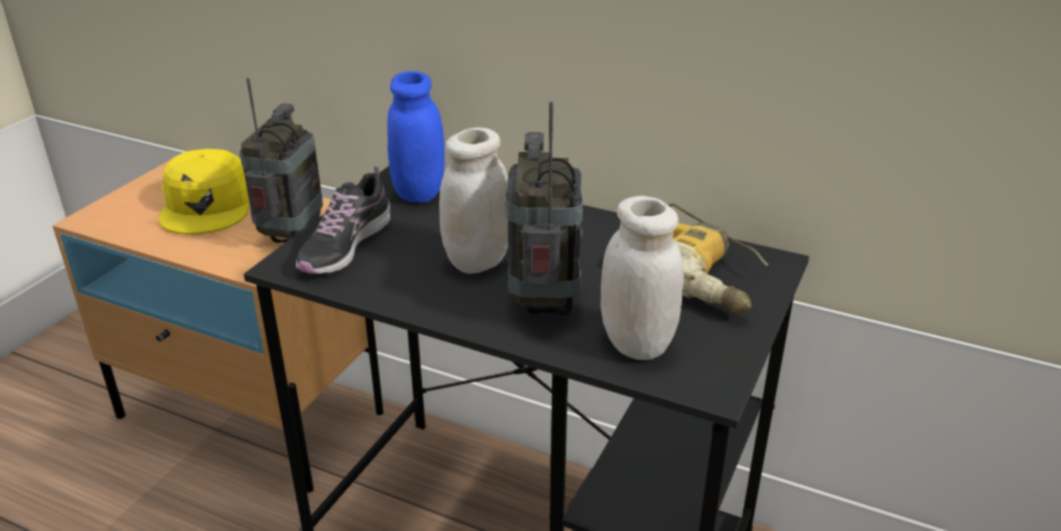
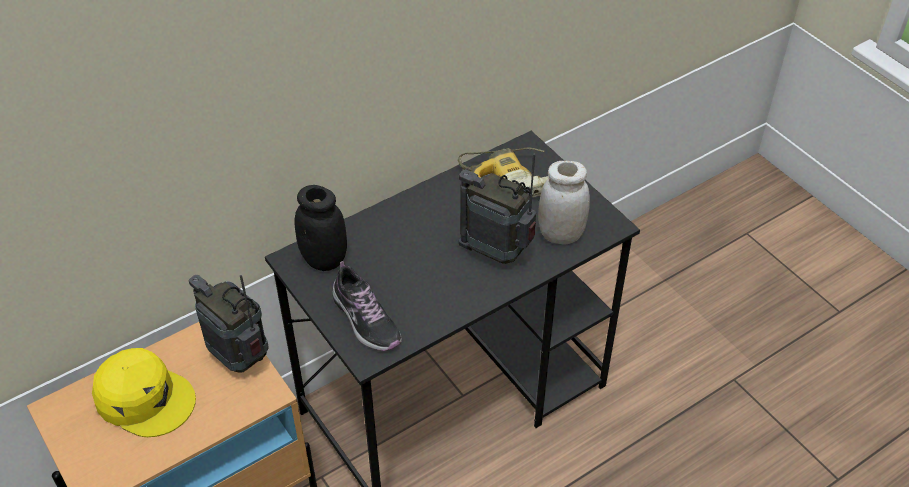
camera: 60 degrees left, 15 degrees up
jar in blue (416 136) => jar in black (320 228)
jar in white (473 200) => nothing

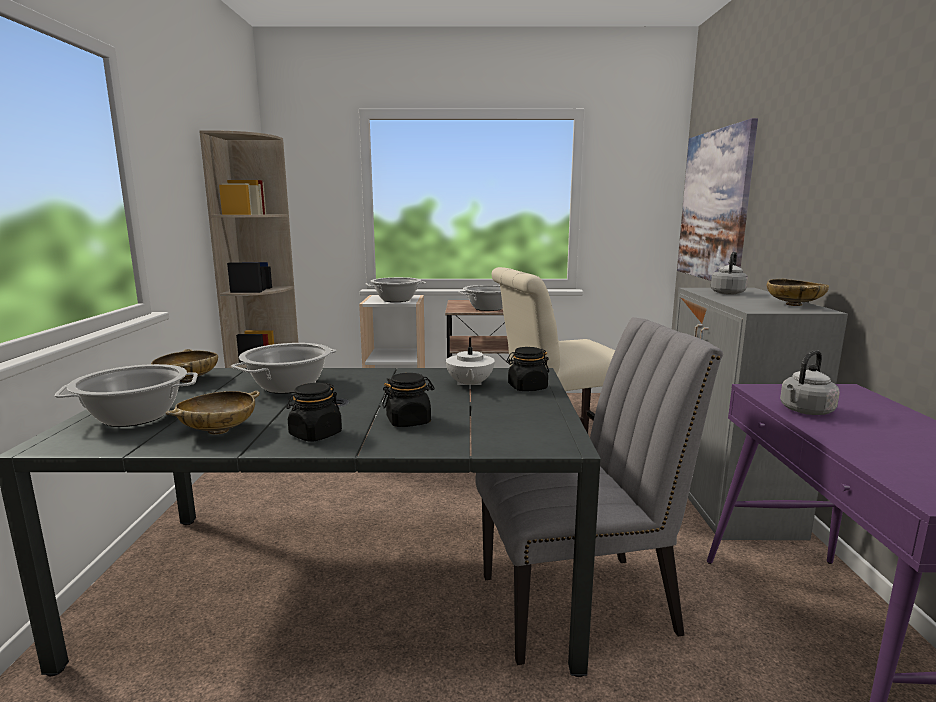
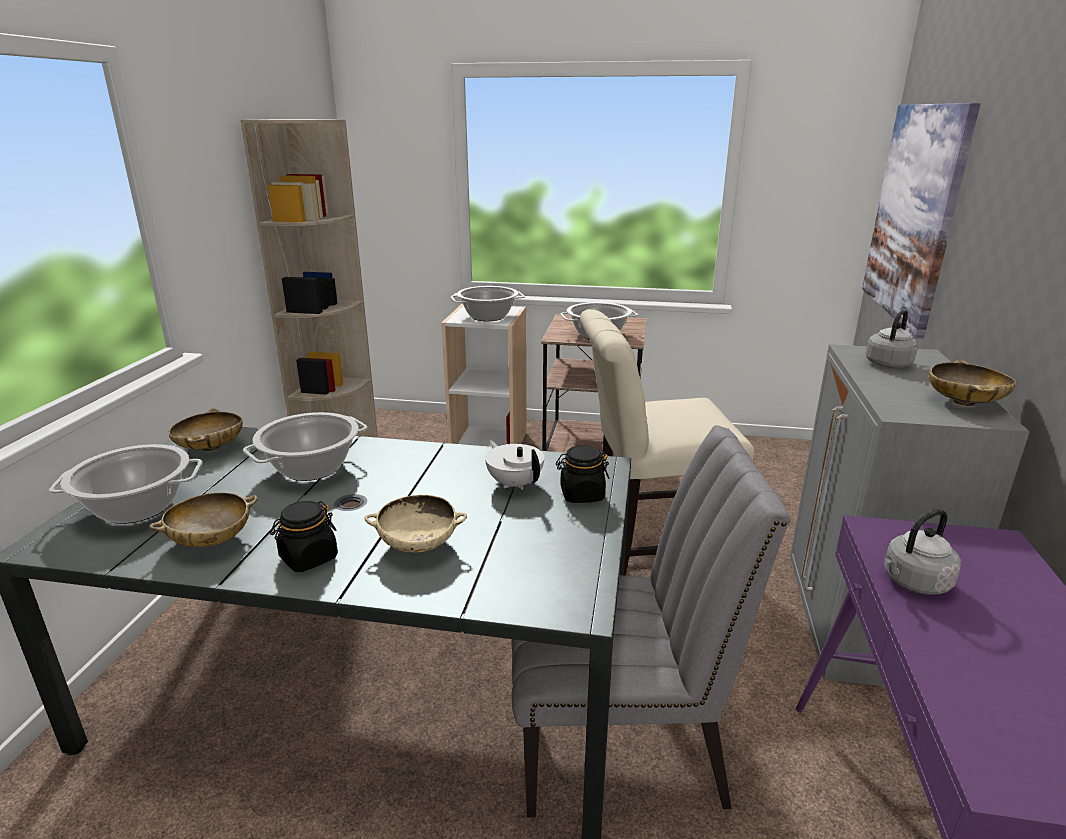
camera: 10 degrees right, 10 degrees up
jar in black (408 400) => bowl in beige (416 523)
teapot in white (470 363) => teapot in white (514 465), 135 degrees clockwise

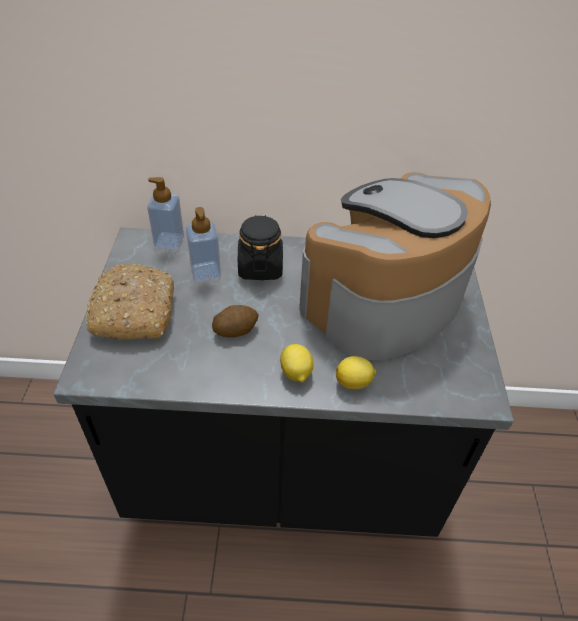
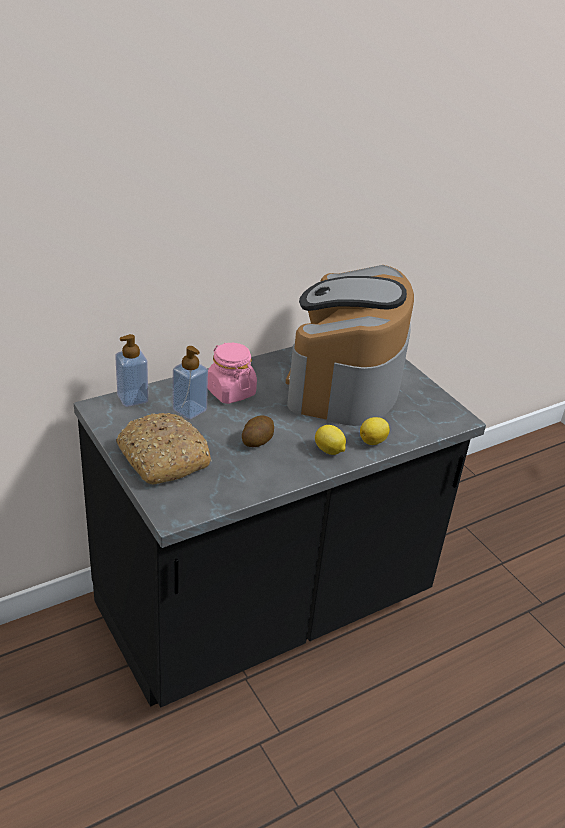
camera: 35 degrees left, 10 degrees down
jar in black (260 247) => jar in pink (232 373)

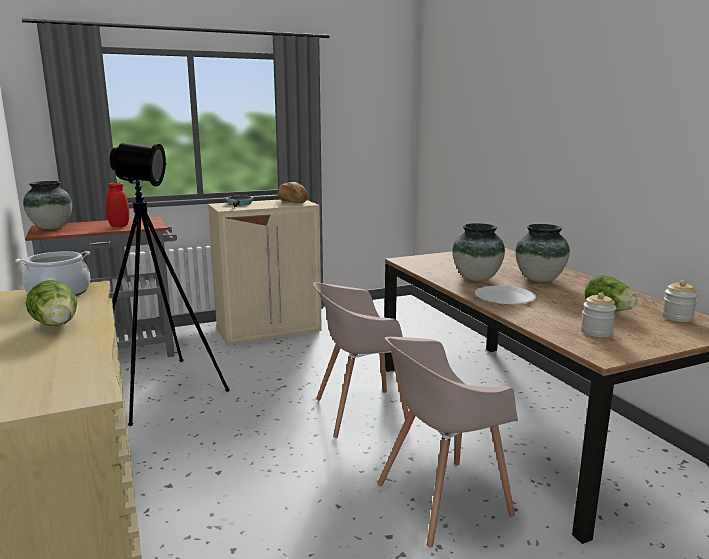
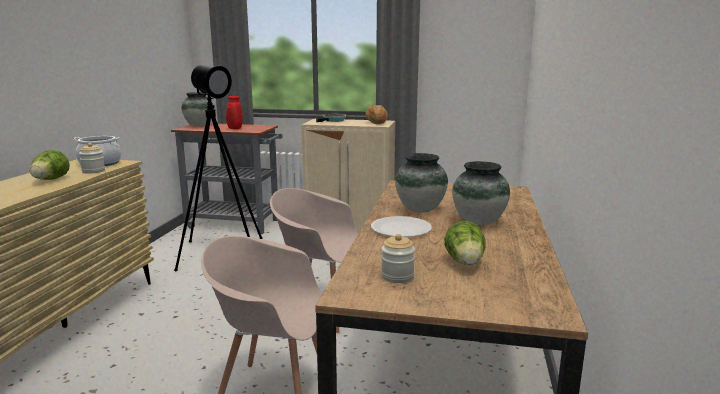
camera: 35 degrees right, 0 degrees up
jar (680 301) => jar (92 158), relocated

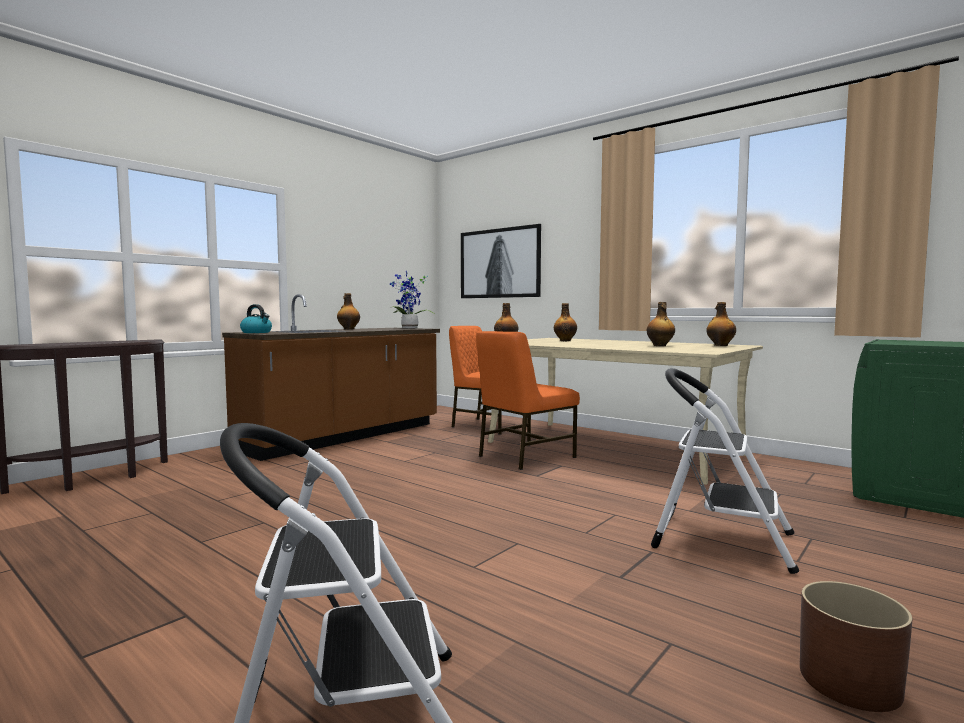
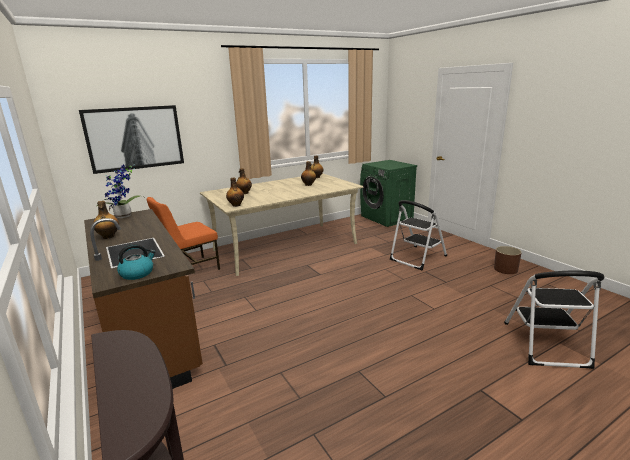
camera: 70 degrees left, 15 degrees up
chair in orange (528 400) => nothing

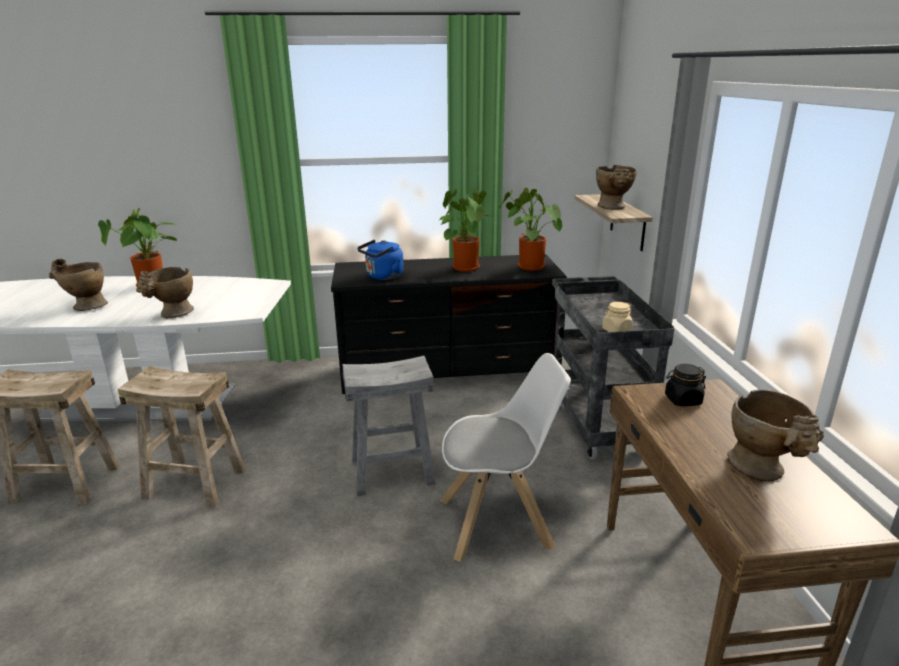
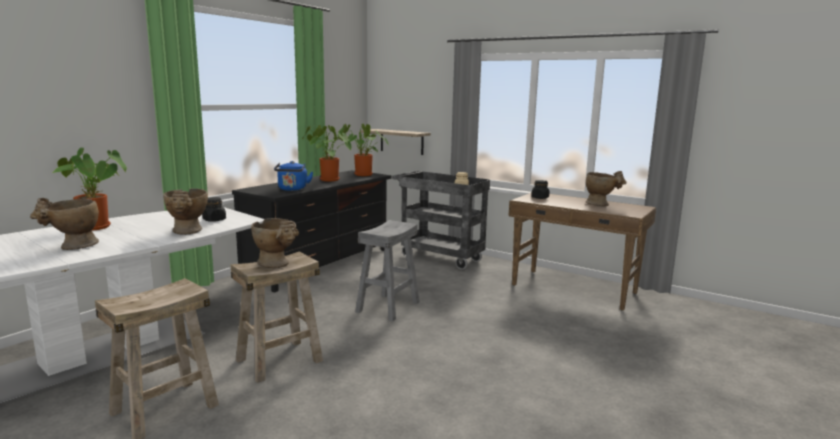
camera: 50 degrees left, 10 degrees down
chair (505 457) => nothing
vase in beige (616 187) => vase in beige (275 243), relocated
nothing => jar in black (214 209)

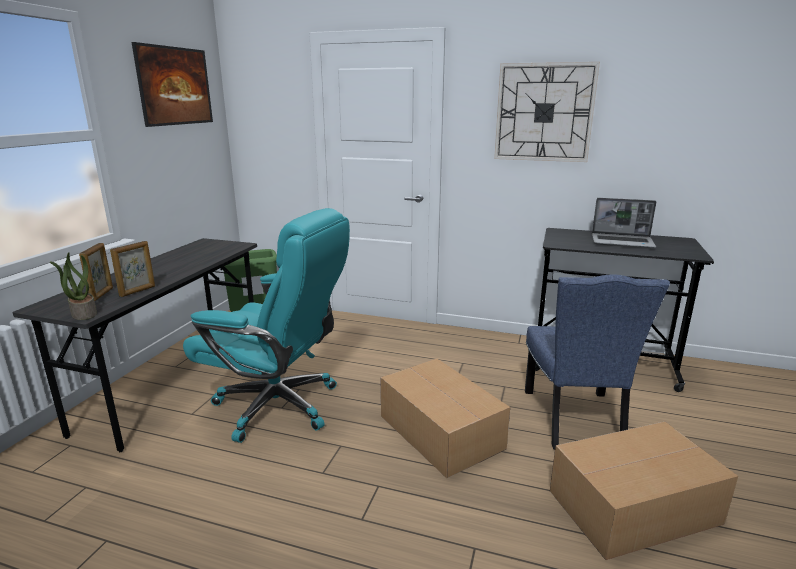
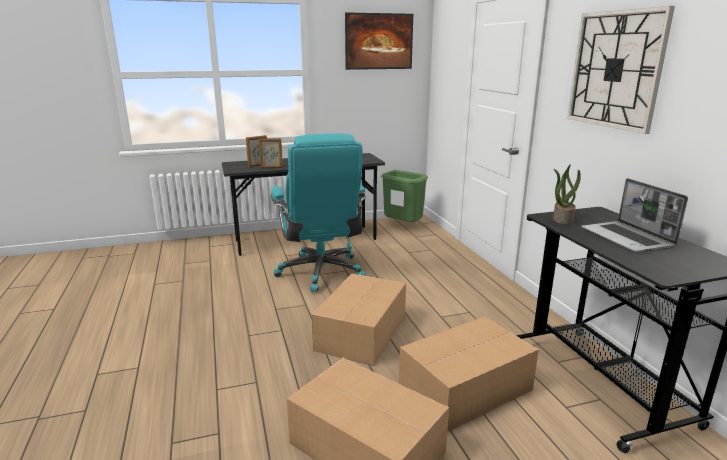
camera: 55 degrees right, 0 degrees up
potted plant (73 286) => potted plant (567 194), relocated
chair in blue (597 361) => cardboard box (469 374)

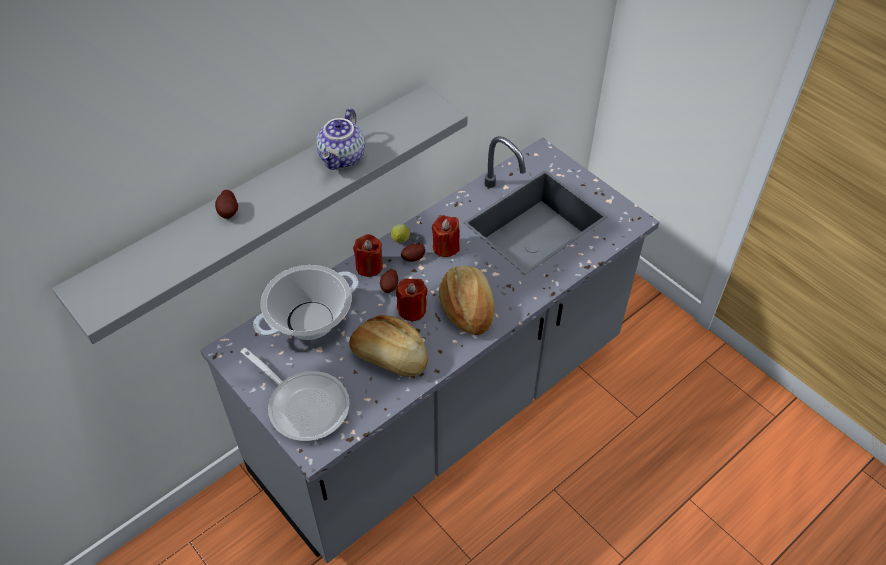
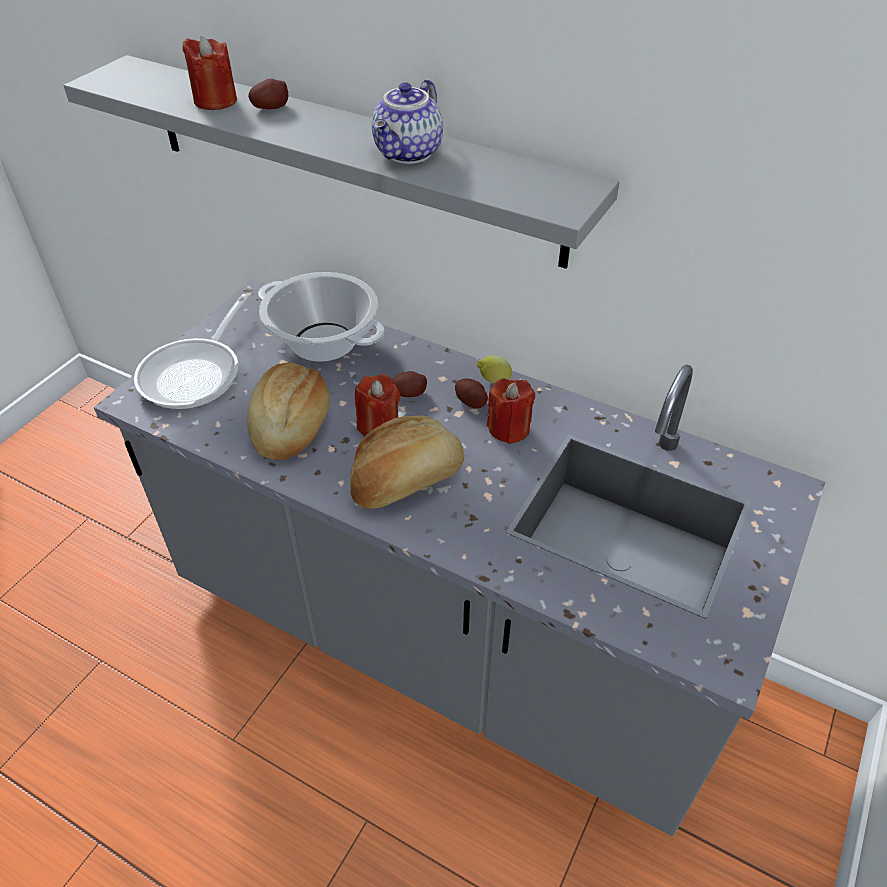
camera: 70 degrees right, 5 degrees down
teapot (340 139) => teapot (407 121), 60 degrees counterclockwise
candle in red (368 255) => candle in red (209 73), relocated

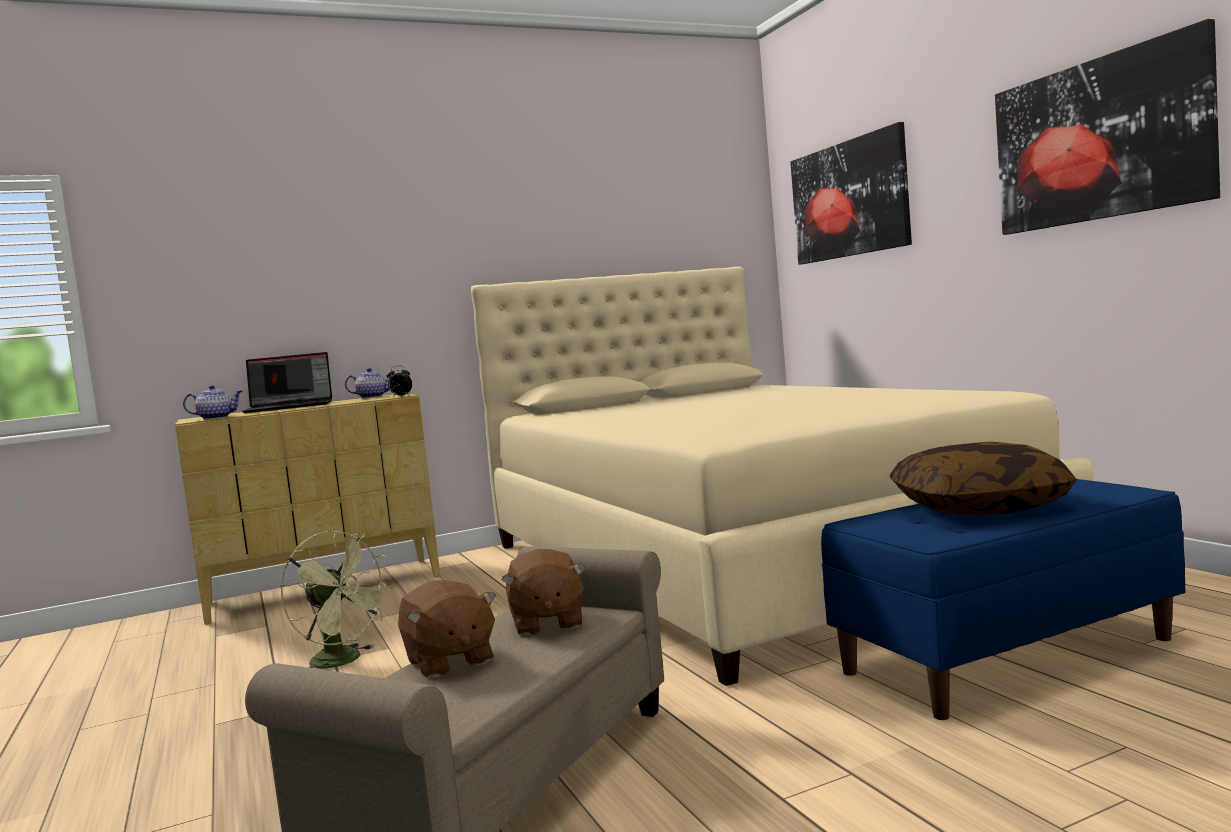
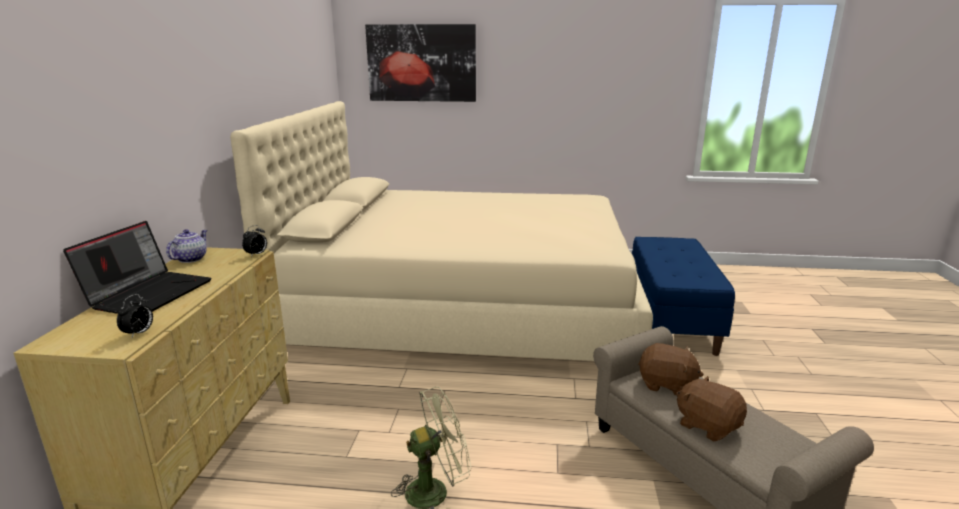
camera: 60 degrees left, 15 degrees up
teapot (212 402) => alarm clock (135 316)
plush toy in brown (447 629) => plush toy in brown (711 409), 135 degrees counterclockwise
pillow (983 478) => nothing
picture (1107 127) => nothing

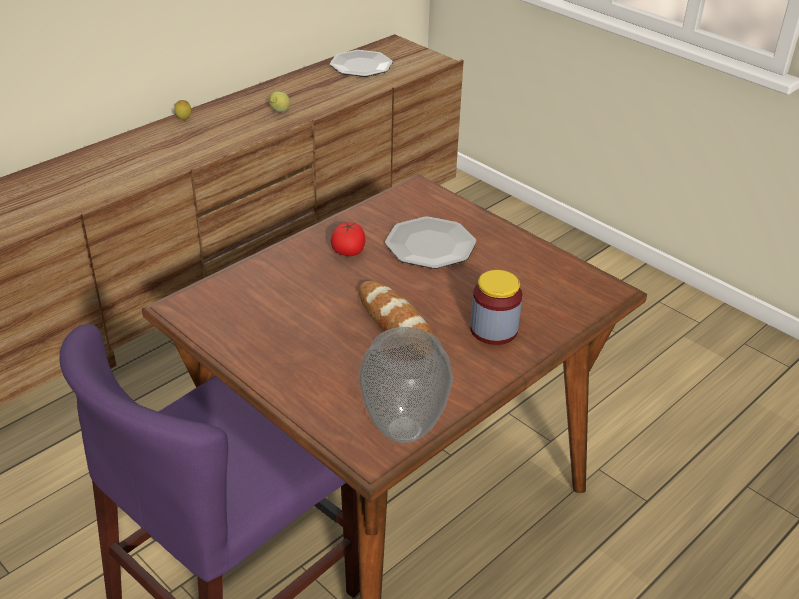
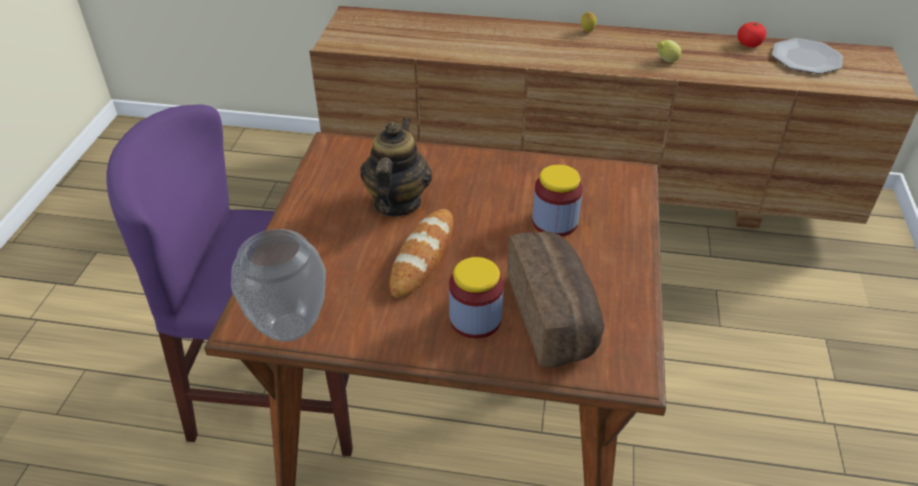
camera: 55 degrees right, 5 degrees up
tomato (348 239) => tomato (751 35), relocated
plate (430 243) => jar (557 200)
nothing => teapot (396 167)
nothing => bread (556 299)

